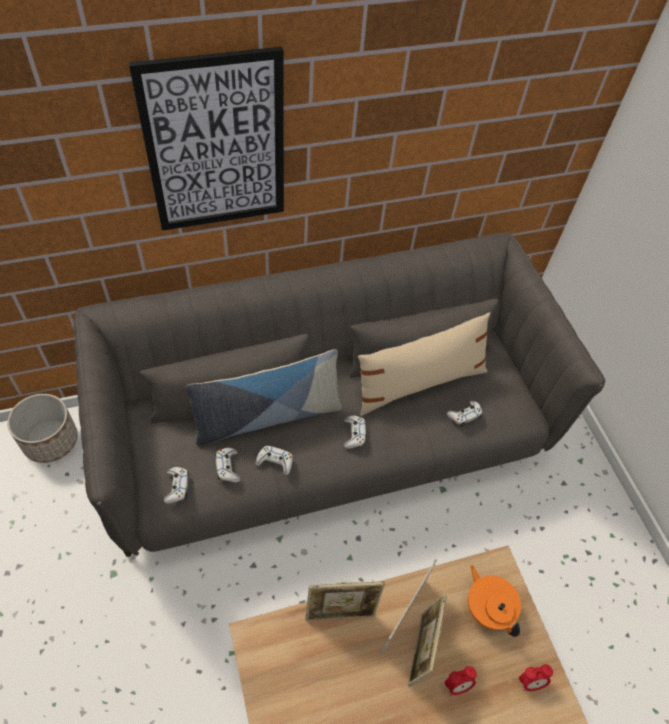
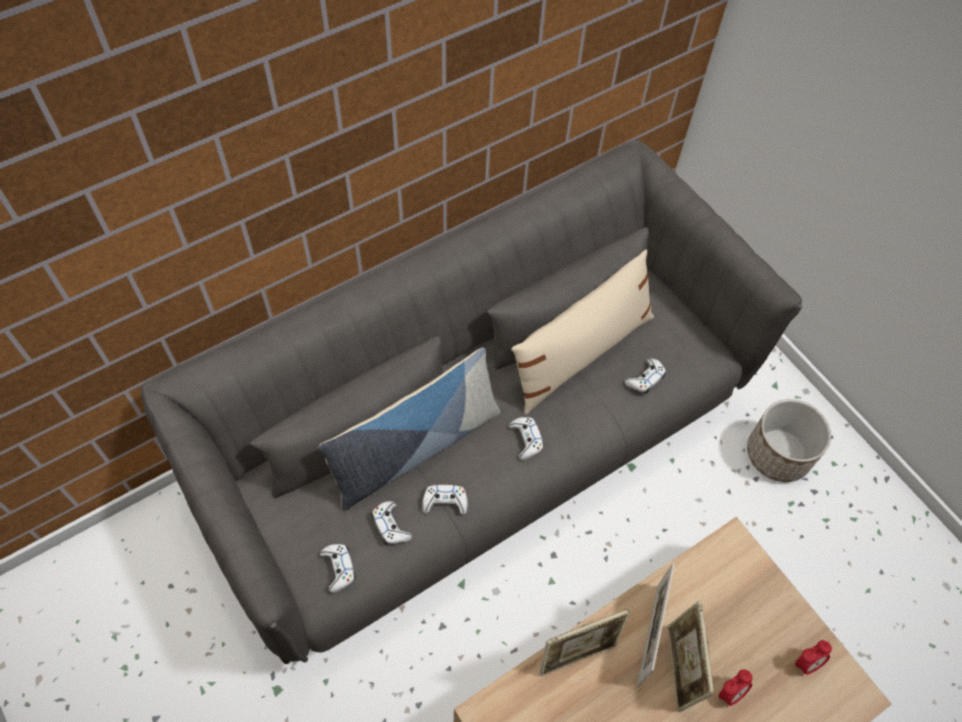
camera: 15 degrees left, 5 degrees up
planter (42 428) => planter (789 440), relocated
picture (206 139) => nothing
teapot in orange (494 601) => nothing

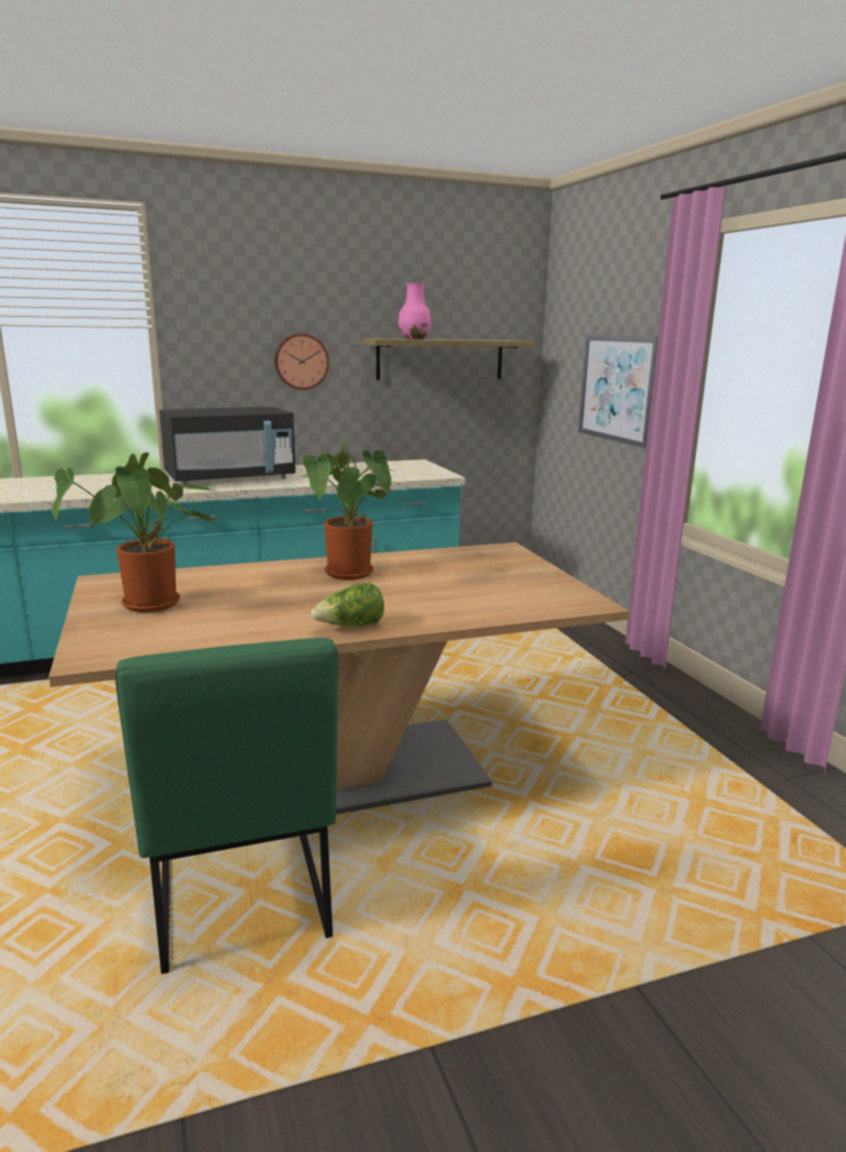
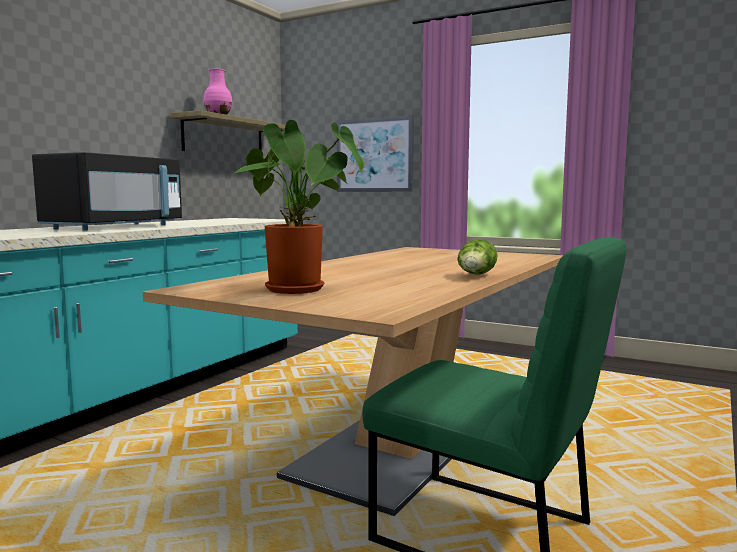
camera: 40 degrees left, 10 degrees down
wall clock (301 361) => nothing
potted plant (348 509) => nothing

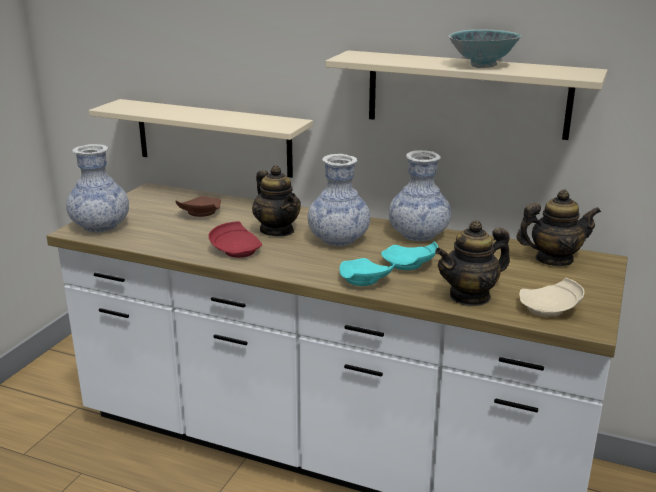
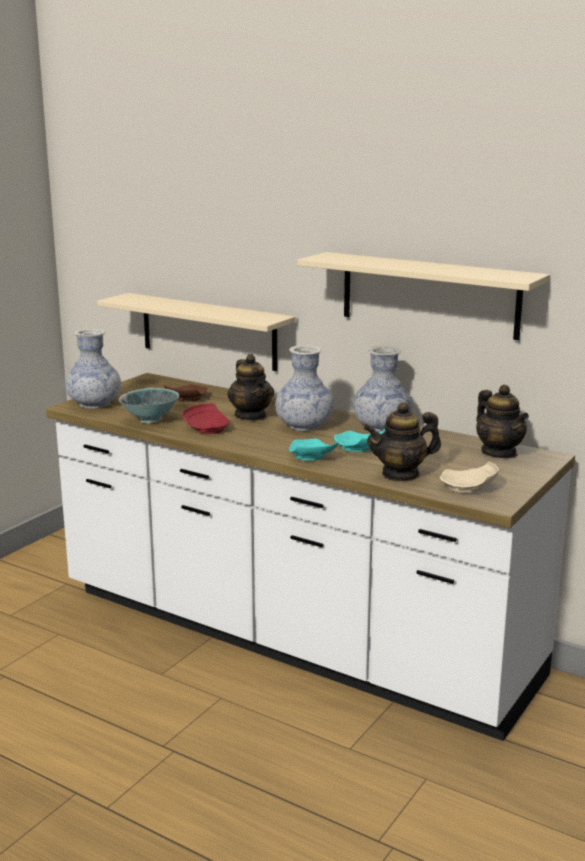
camera: 10 degrees right, 5 degrees down
bowl (485 48) => bowl (149 406), relocated
teapot (558 227) => teapot (502 421), 60 degrees clockwise

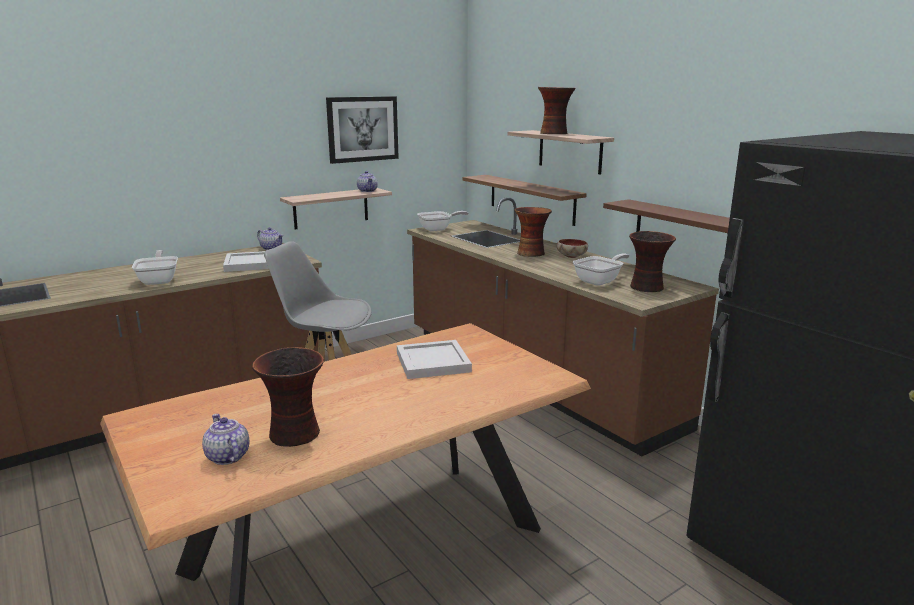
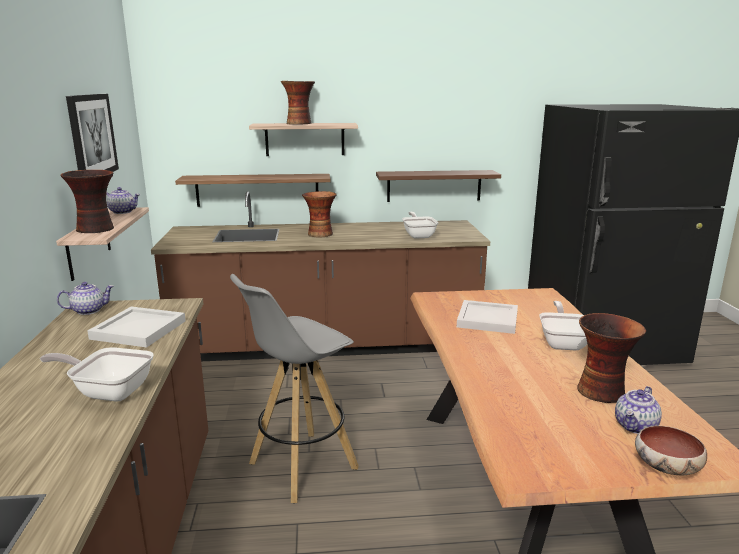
camera: 60 degrees left, 0 degrees up
teapot (225 439) => teapot (638 410), 45 degrees counterclockwise
frying pan (443 221) => frying pan (563 325), relocated
bowl (572 248) => bowl (671 450), relocated
vase (652 261) => vase (87 201), relocated

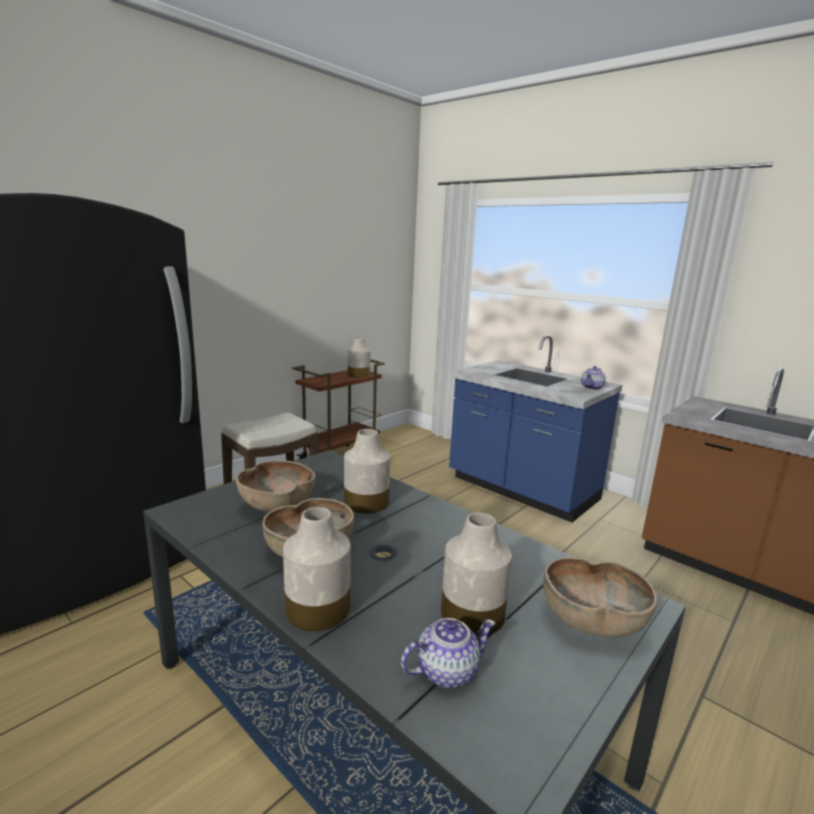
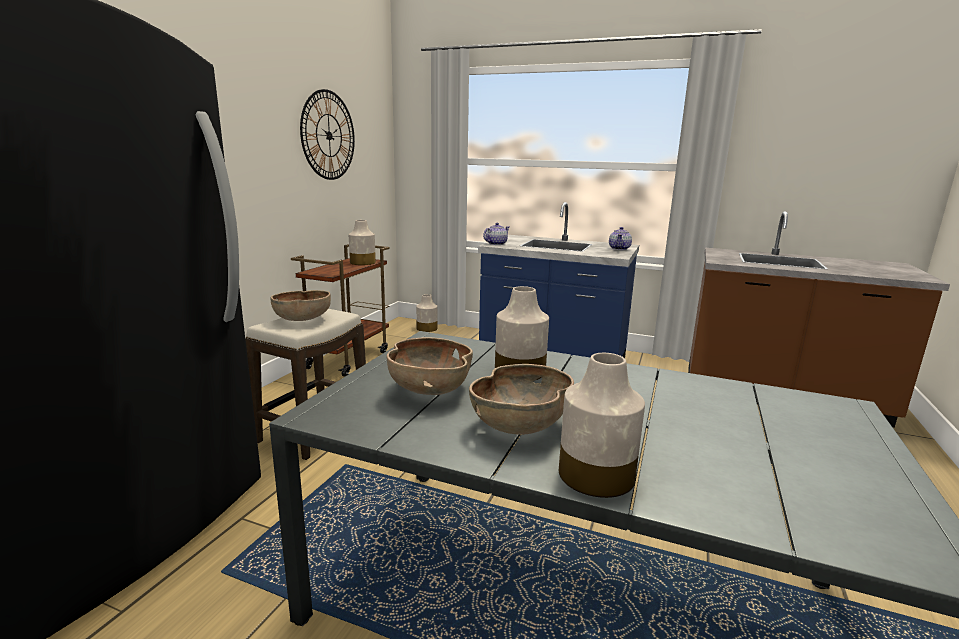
camera: 20 degrees left, 0 degrees up
teapot (448 653) => teapot (496 234), relocated
vase in beige (476 574) => vase in beige (426 313), relocated
bowl in brown (600 597) => bowl in brown (301 305), relocated
nothing => wall clock (327 134)

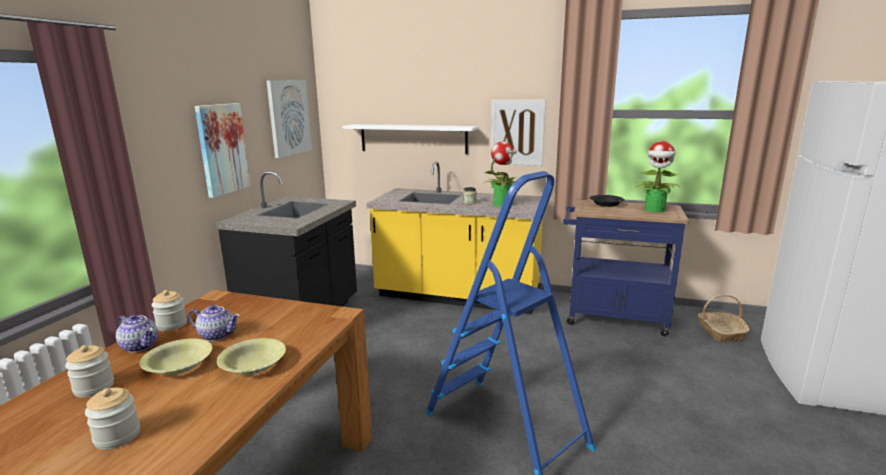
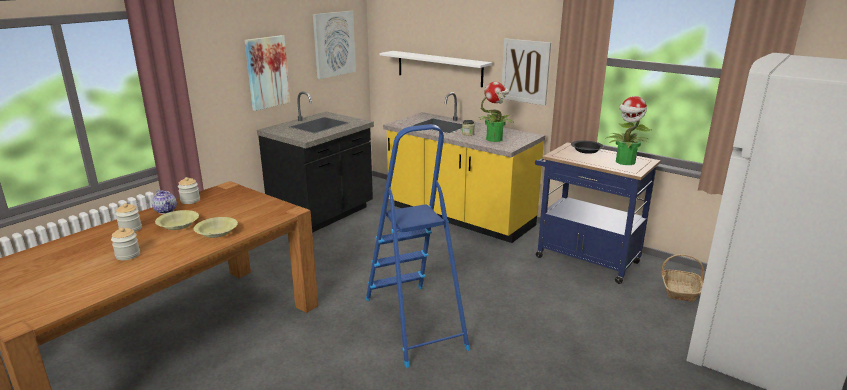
camera: 20 degrees right, 5 degrees up
teapot (214 323) => nothing

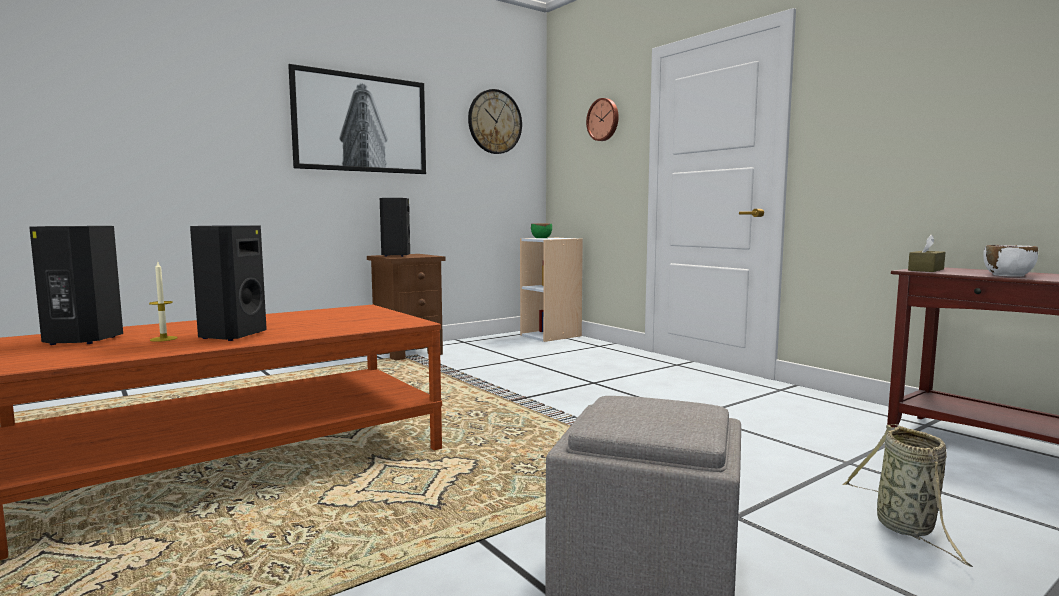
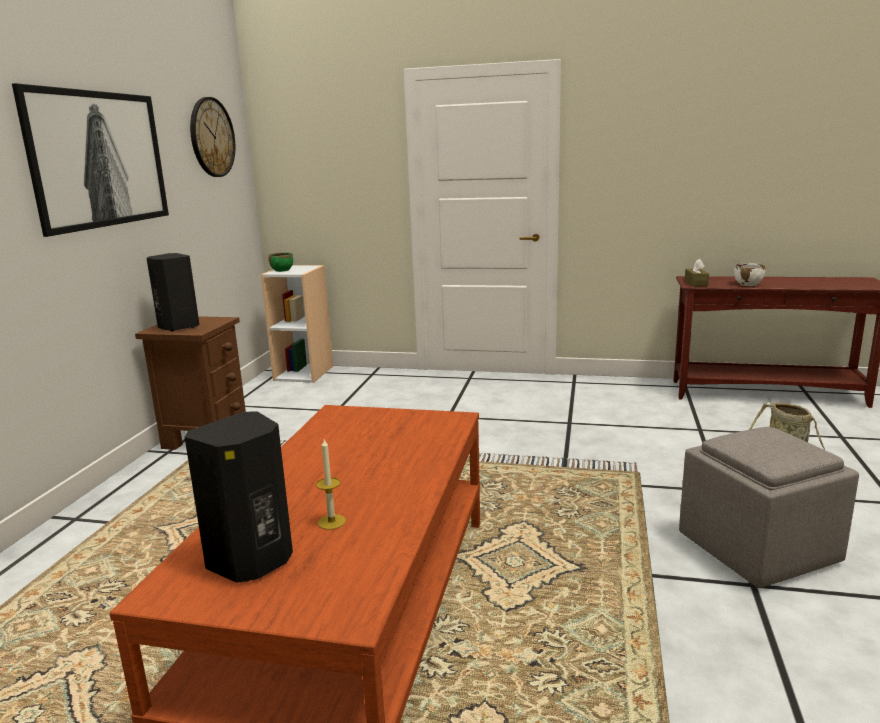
camera: 40 degrees left, 10 degrees up
speaker in black (228 283) => nothing
wall clock (602 119) => nothing

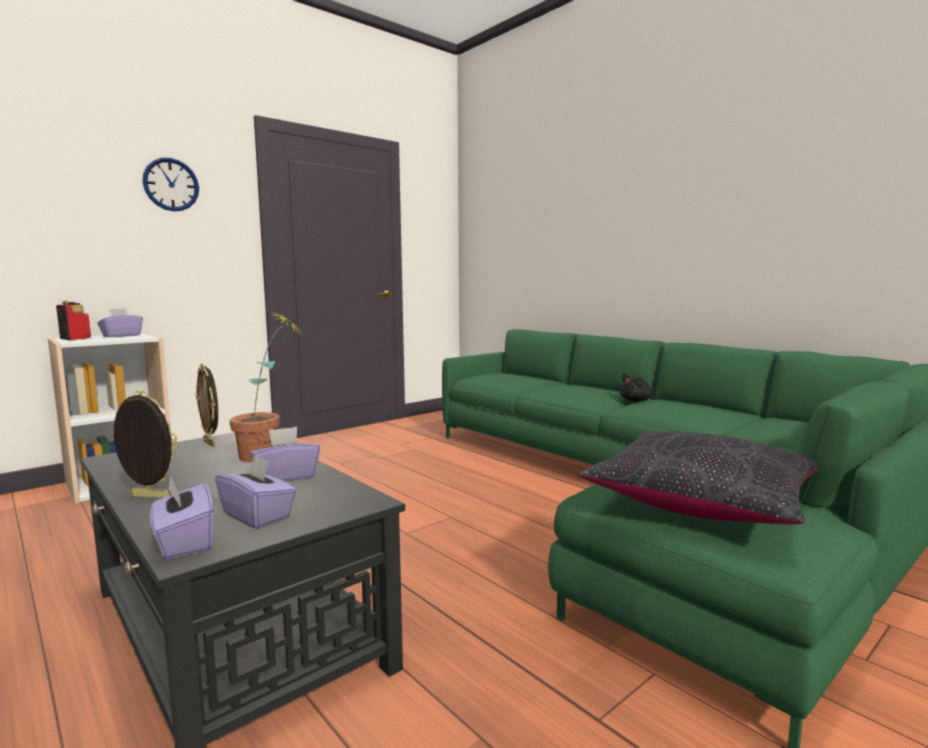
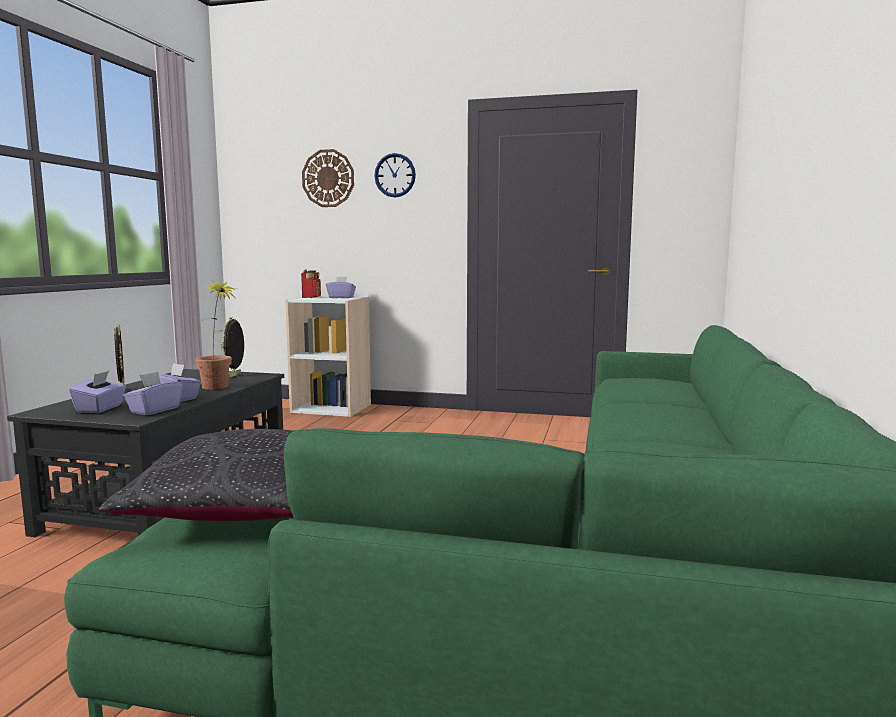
camera: 55 degrees right, 0 degrees up
tissue box in purple (182 518) => tissue box in purple (153 393), relocated
plush toy in black (638 387) => nothing
nothing => wall clock (328 178)

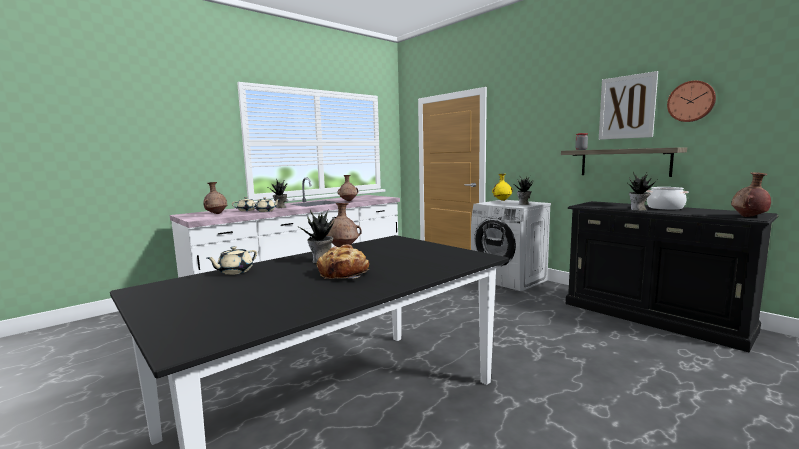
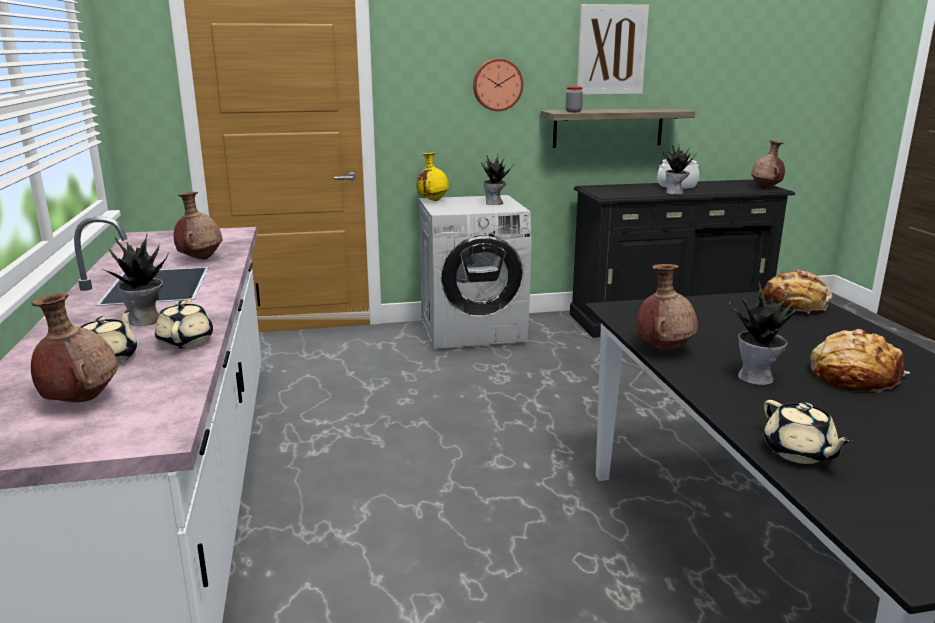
camera: 60 degrees left, 10 degrees up
wall clock (691 101) => wall clock (498 85), relocated
nothing => bread (797 291)

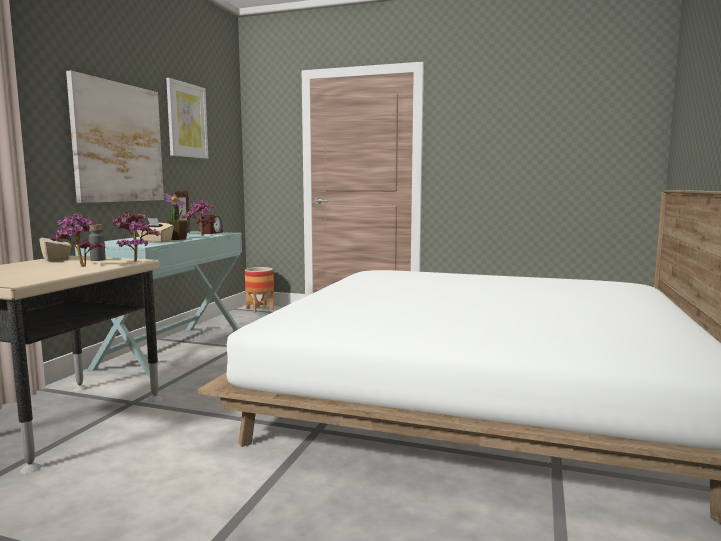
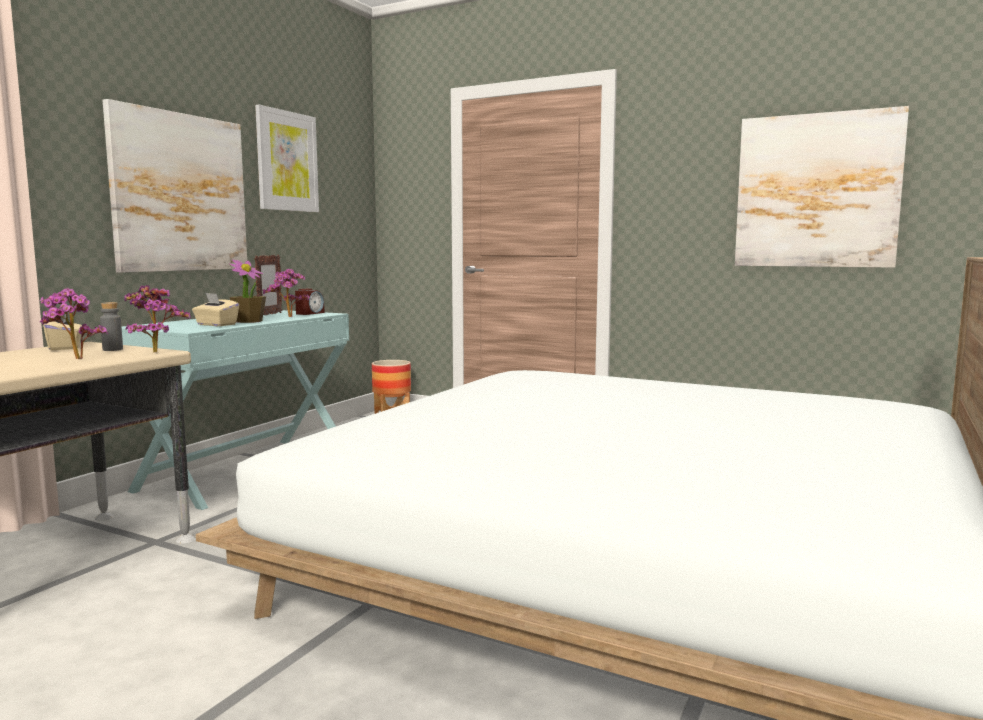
camera: 10 degrees right, 0 degrees up
nothing => picture (822 187)

